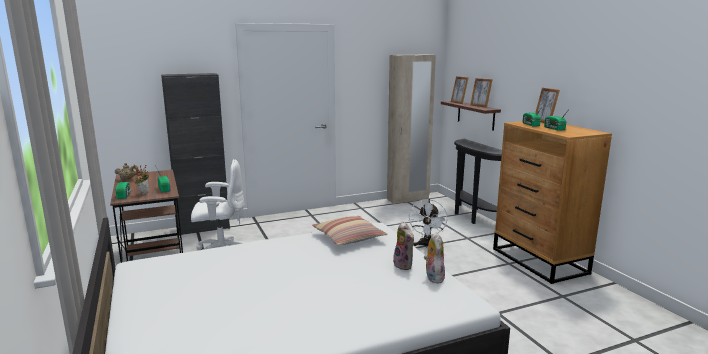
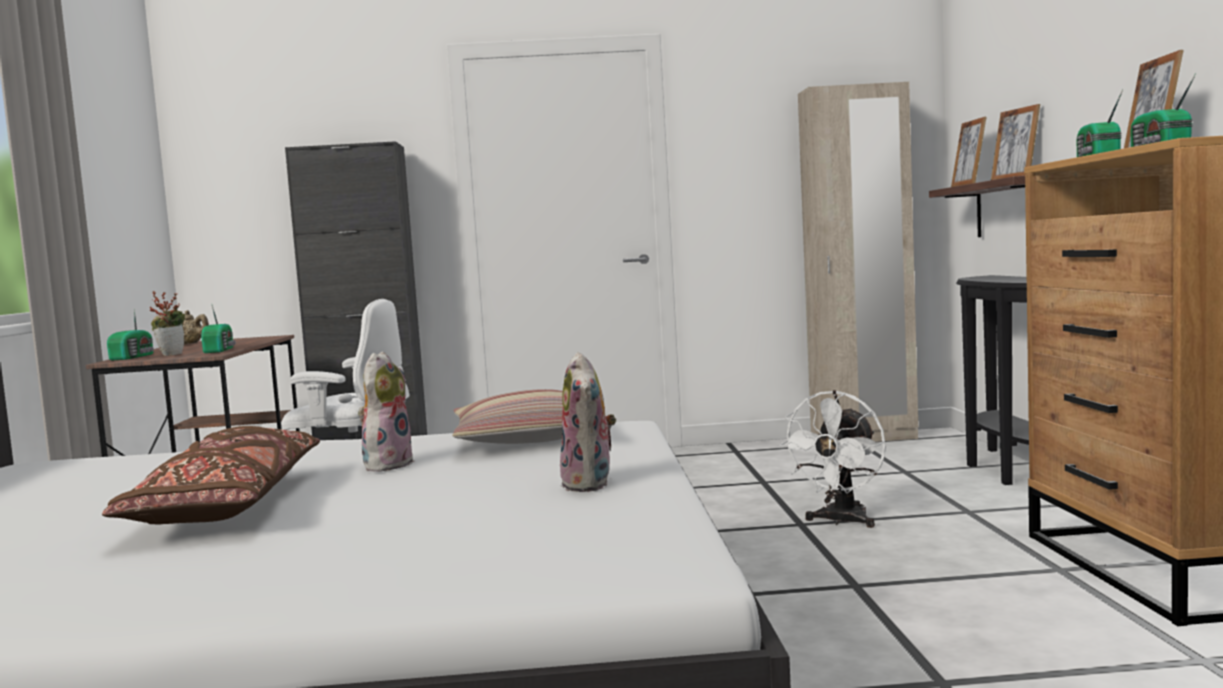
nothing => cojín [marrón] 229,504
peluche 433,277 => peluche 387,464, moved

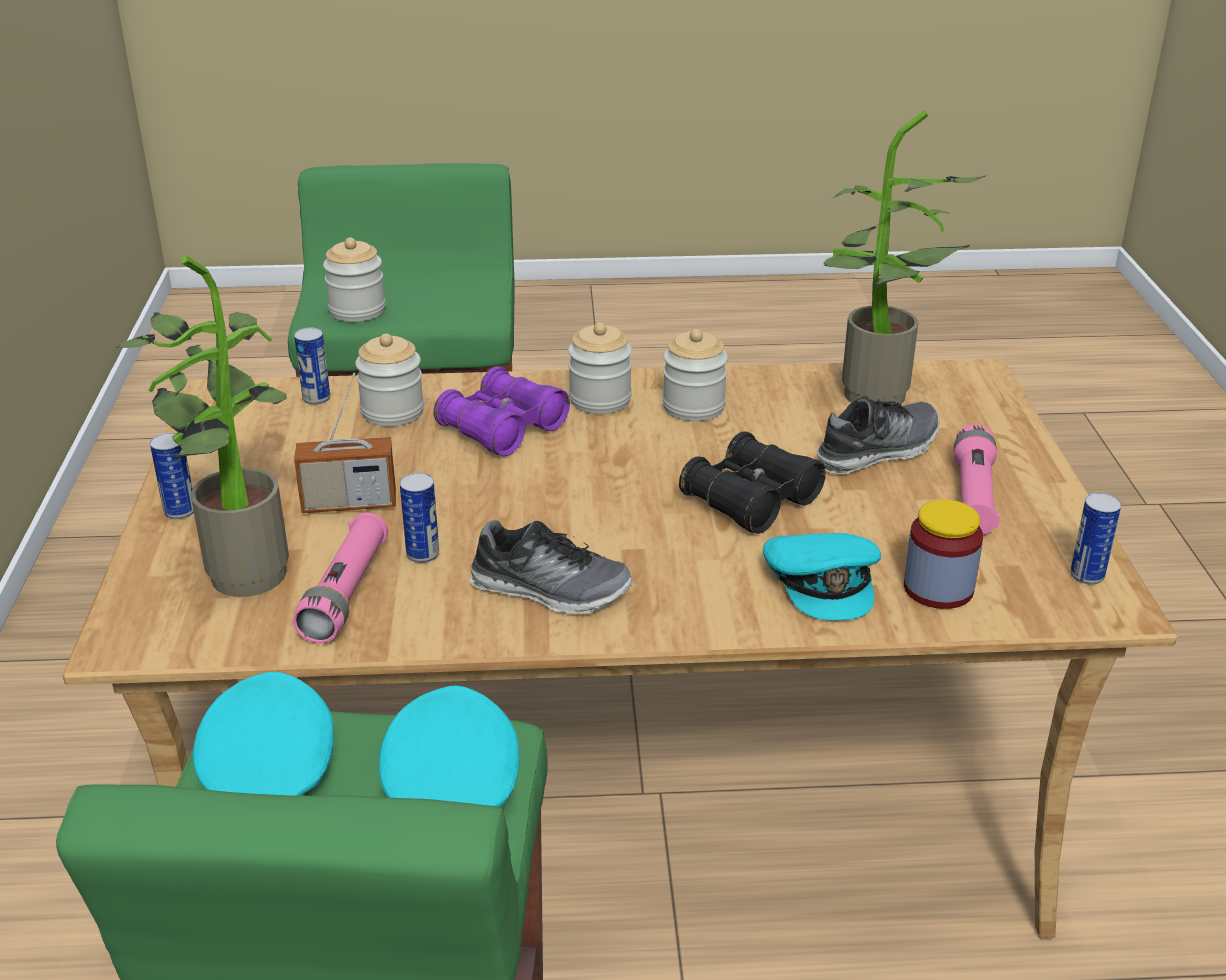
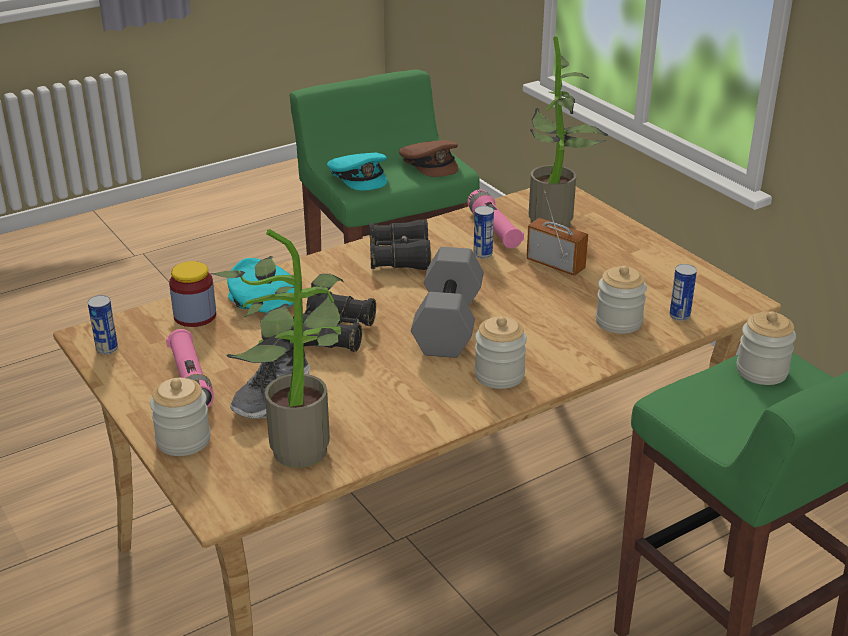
lata 180,511 => nothing
prismáticos [morado] 503,428 => nothing
nothing => mancuerna [gris] 450,324
tarro 693,407 => tarro 183,440, moved
zapato 550,590 => prismáticos [negro] 400,257
gorra [turquesa] 268,766 => gorra [marrón] 430,164
radio 349,504 => radio 555,264, 75 degrees clockwise

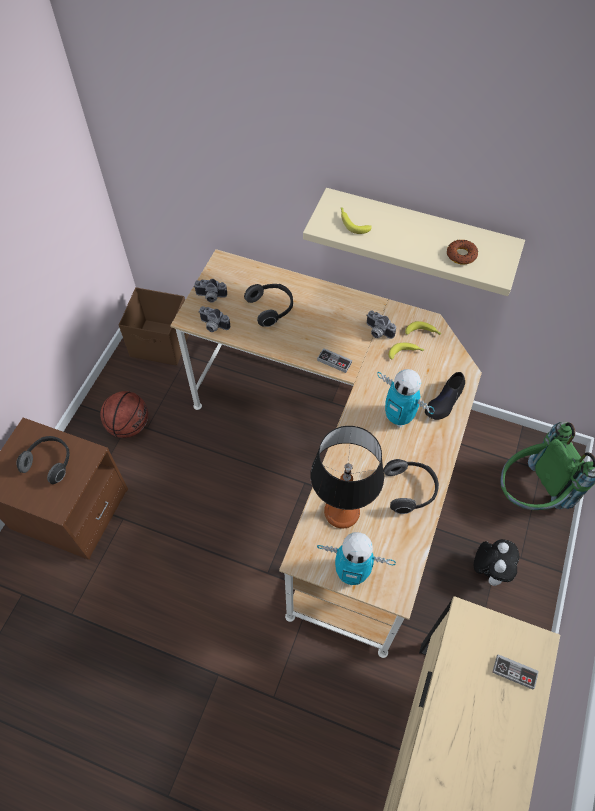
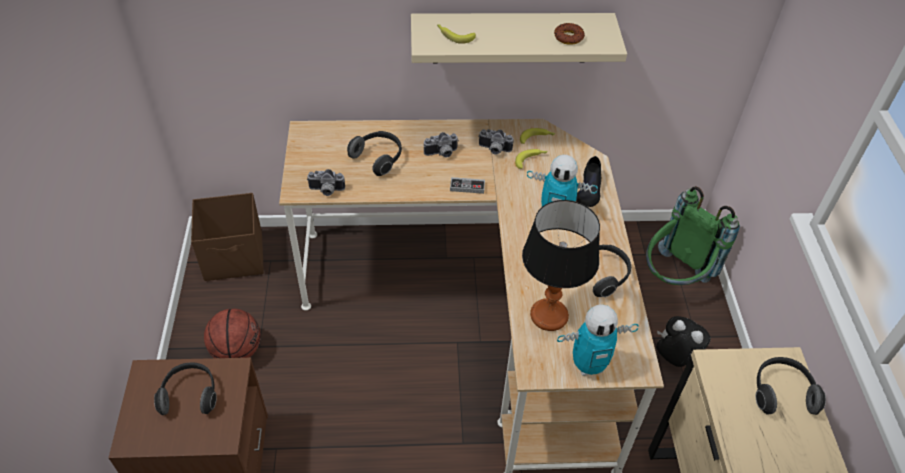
cámara 210,297 => cámara 442,154, moved
mando de consola 514,672 => auriculares 781,393
peluche 489,570 => peluche 674,358, 45 degrees counterclockwise

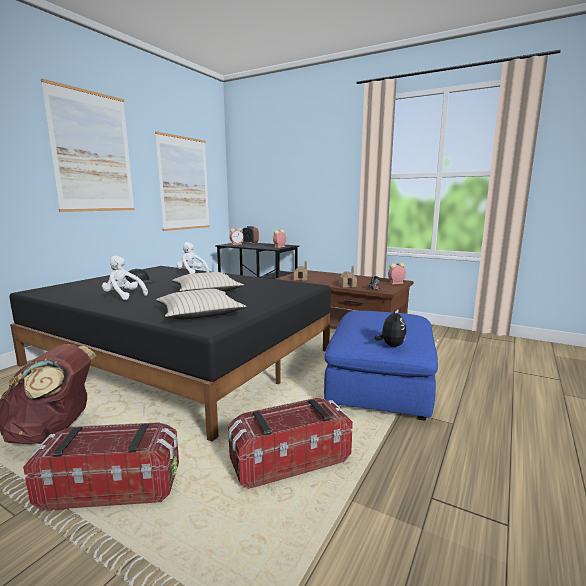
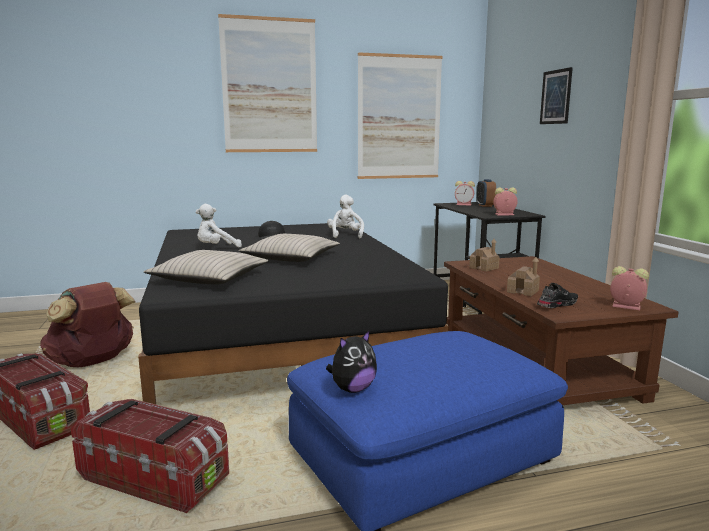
nothing => cuadro 555,97
peluche [blanco] 123,296 => peluche [blanco] 216,248, 105 degrees counterclockwise

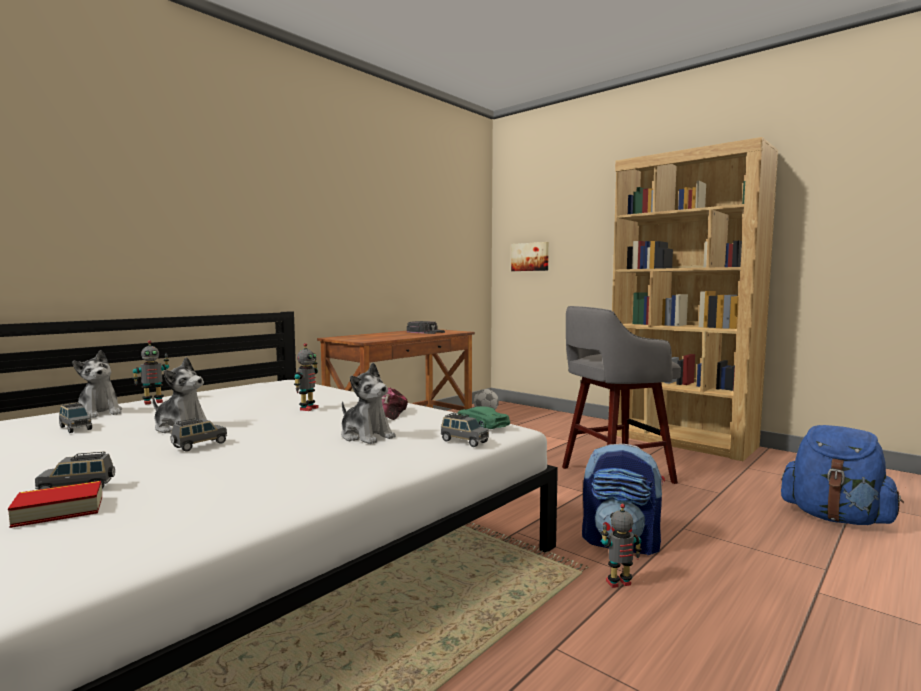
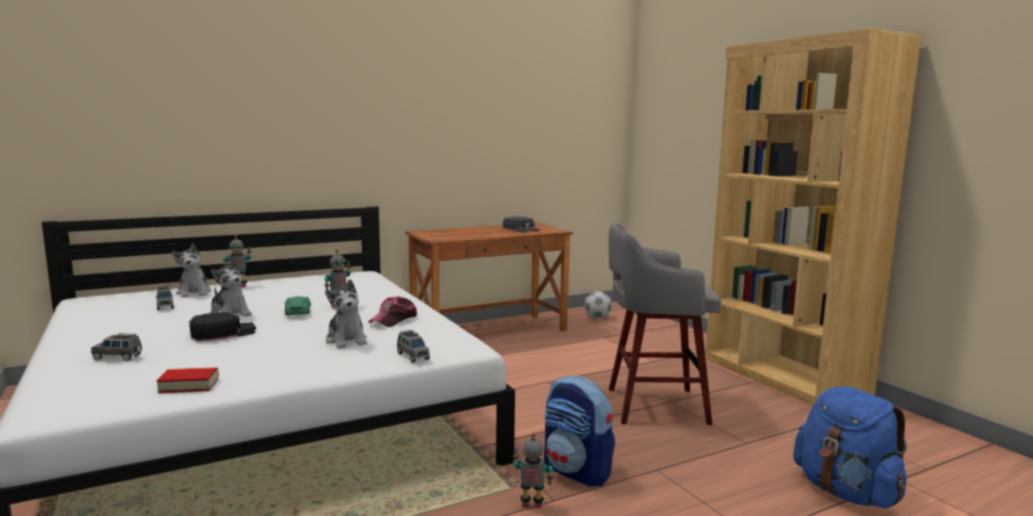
cuadro 530,257 => nothing
libro 59,511 => libro 189,385, moved
coche de juguete [verde] 481,424 => coche de juguete [verde] 297,310, moved
coche de juguete [gris] 199,445 => gorra [negro] 223,332

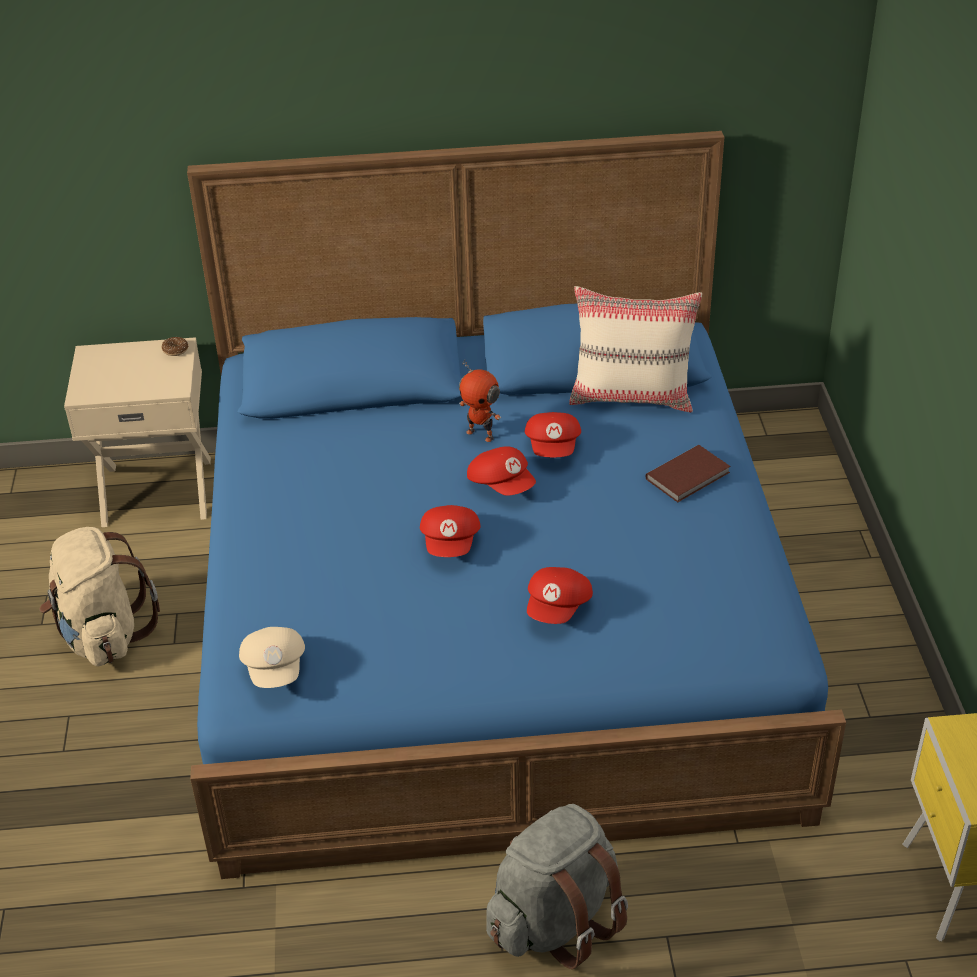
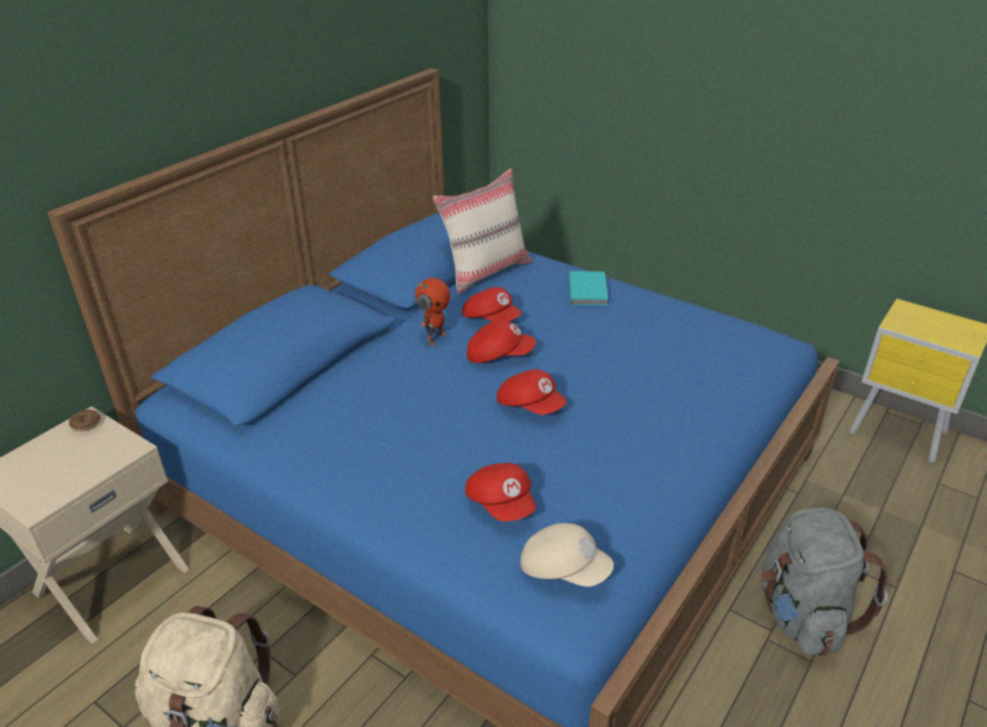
gorra [rojo] 558,608 => gorra [rojo] 502,504, moved
libro [marrón] 689,476 => libro [turquesa] 589,290
robot de juguete 481,434 => robot de juguete 435,338, 45 degrees counterclockwise

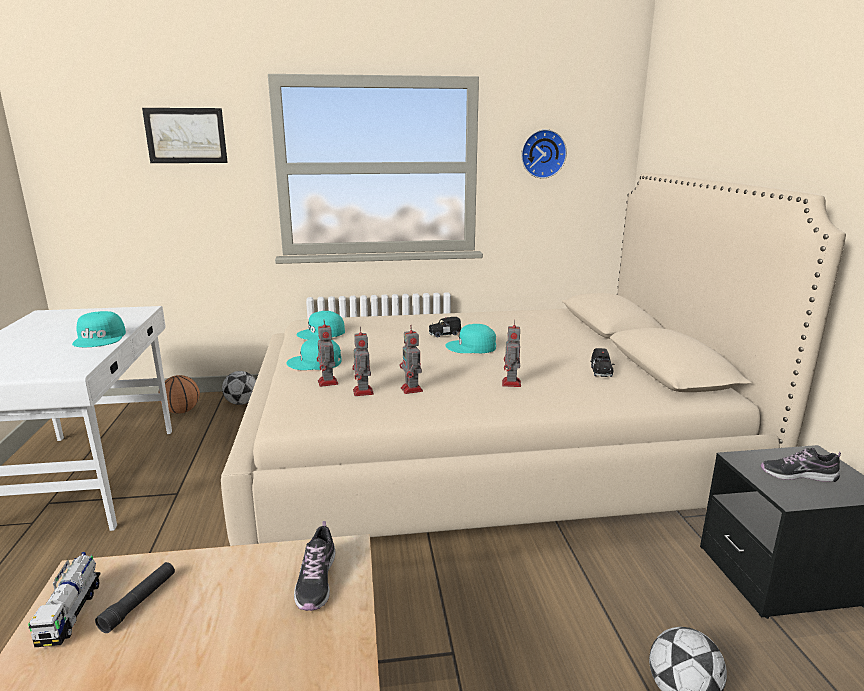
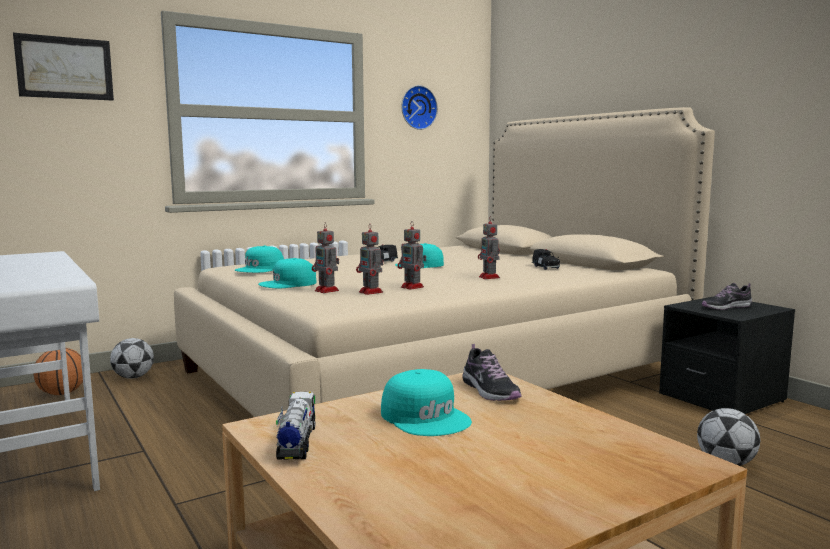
linterna [negro] 139,602 => nothing
gorra [turquesa] 101,338 => gorra [turquesa] 426,417, moved
camión de juguete 71,612 => camión de juguete 297,442, 150 degrees counterclockwise

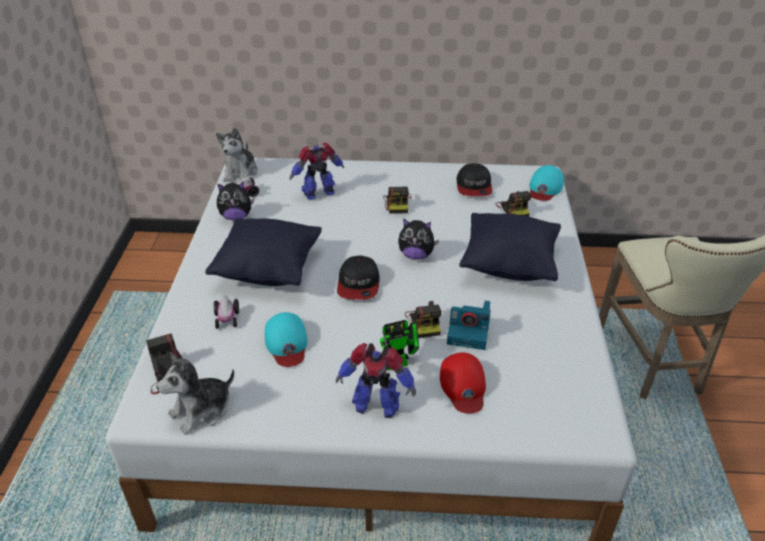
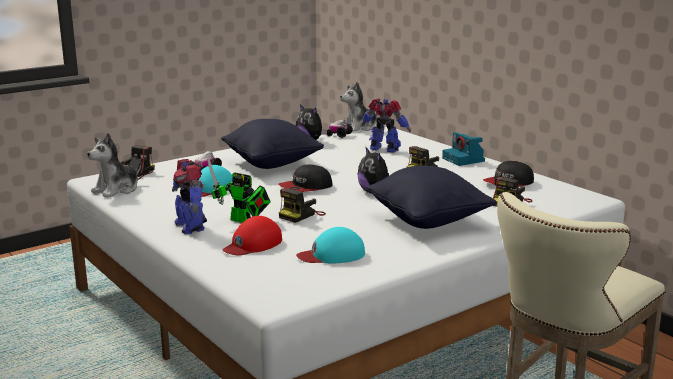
cámara 469,332 => cámara 464,160, moved
gorra [turquesa] 545,188 => gorra [turquesa] 332,255, moved
peluche 202,410 => peluche 117,190, 60 degrees counterclockwise

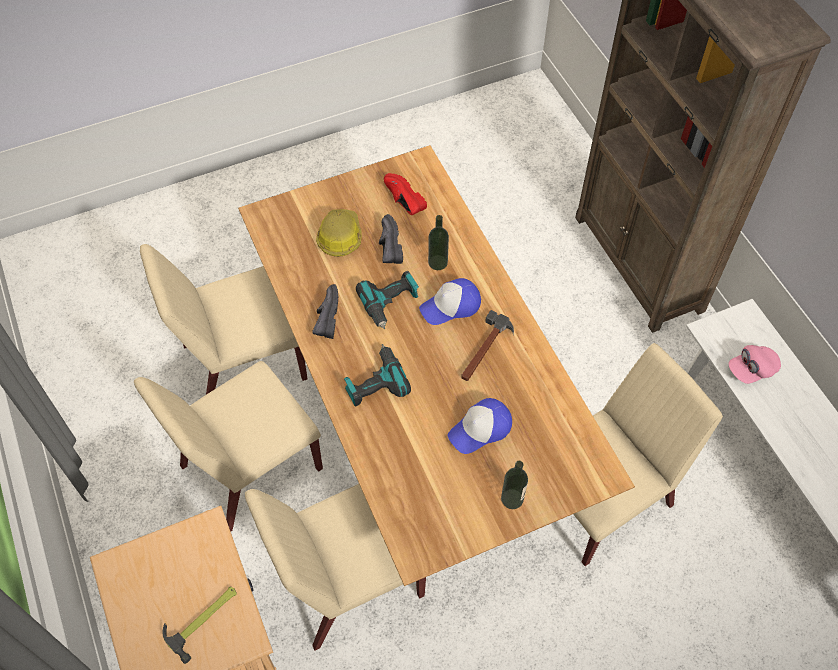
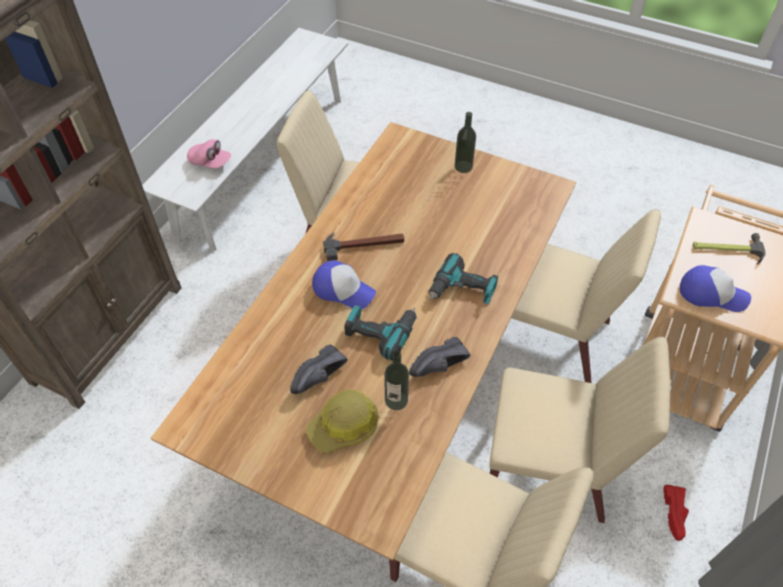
zapato [rojo] 401,202 => zapato [rojo] 676,514, moved
botella 437,262 => botella 396,400, moved
gorra 480,429 => gorra 712,294, moved

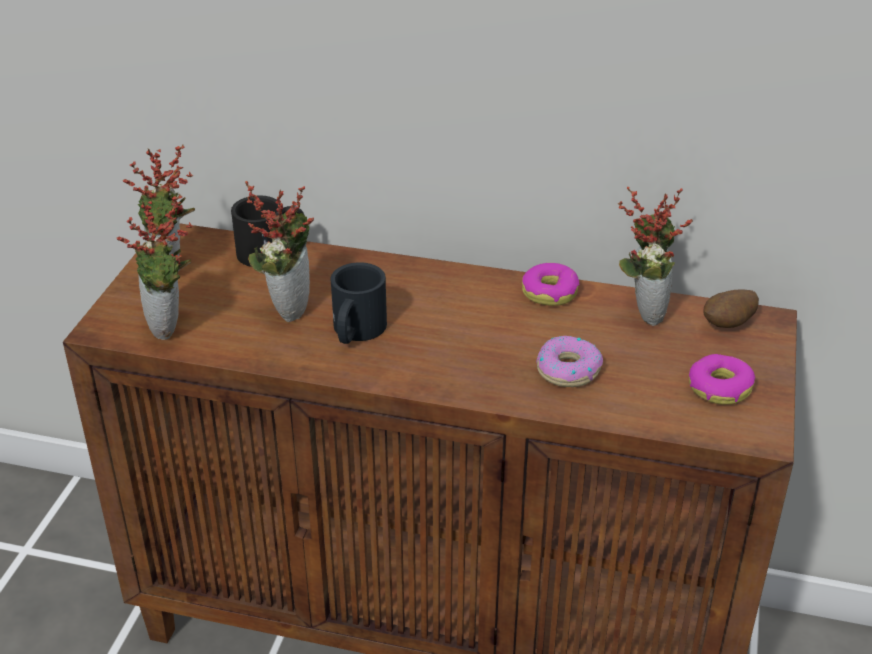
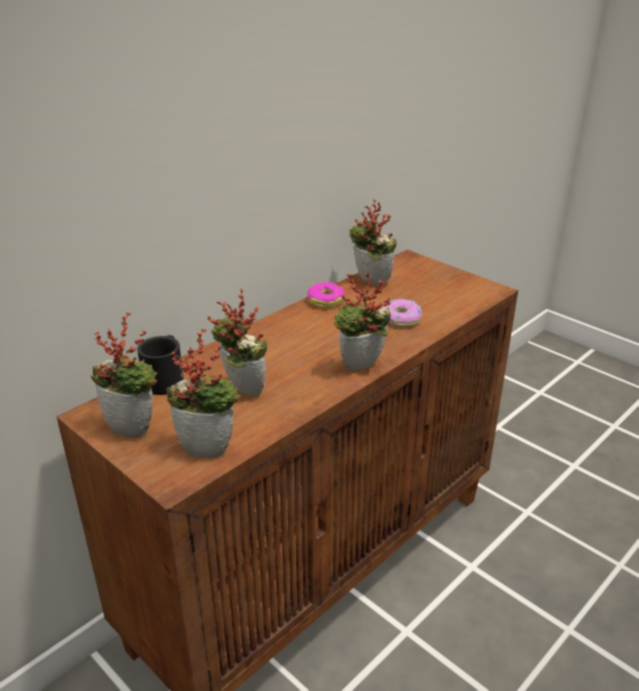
taza grande [negro] 356,332 => nothing
rosquilla 719,388 => nothing
patata 728,325 => nothing
nothing => planta en maceta 361,368

